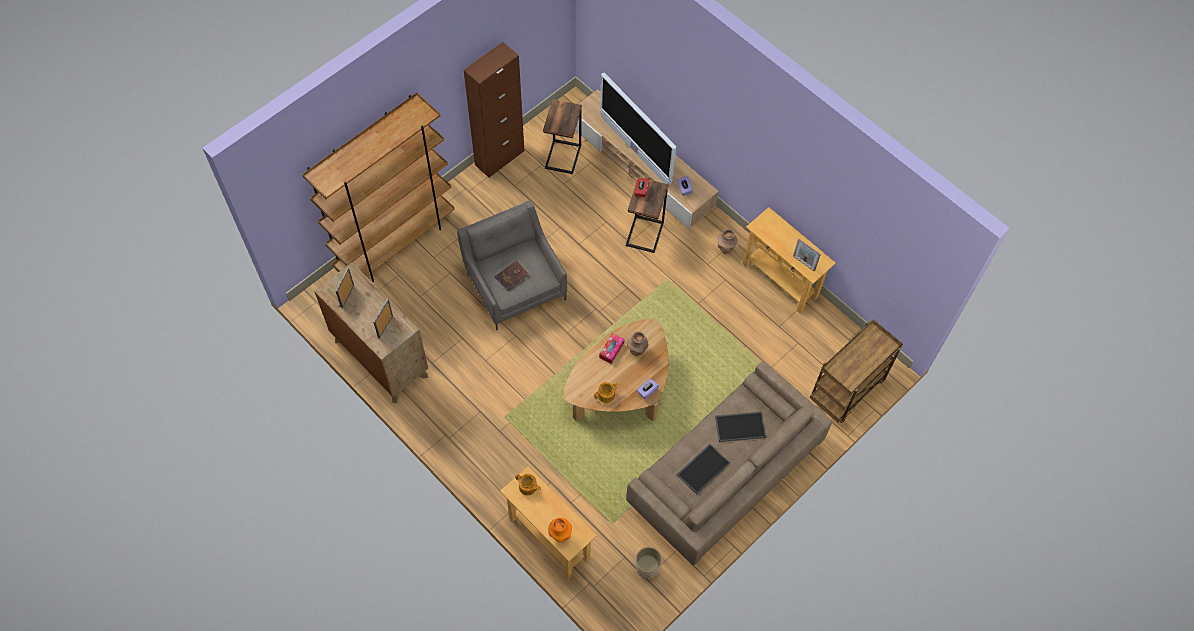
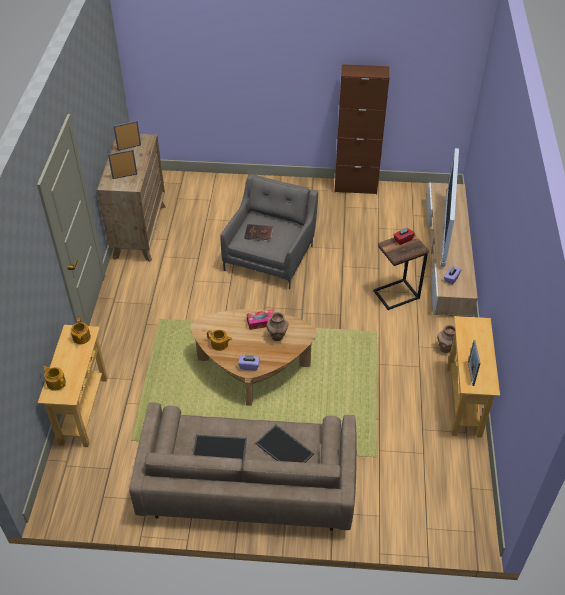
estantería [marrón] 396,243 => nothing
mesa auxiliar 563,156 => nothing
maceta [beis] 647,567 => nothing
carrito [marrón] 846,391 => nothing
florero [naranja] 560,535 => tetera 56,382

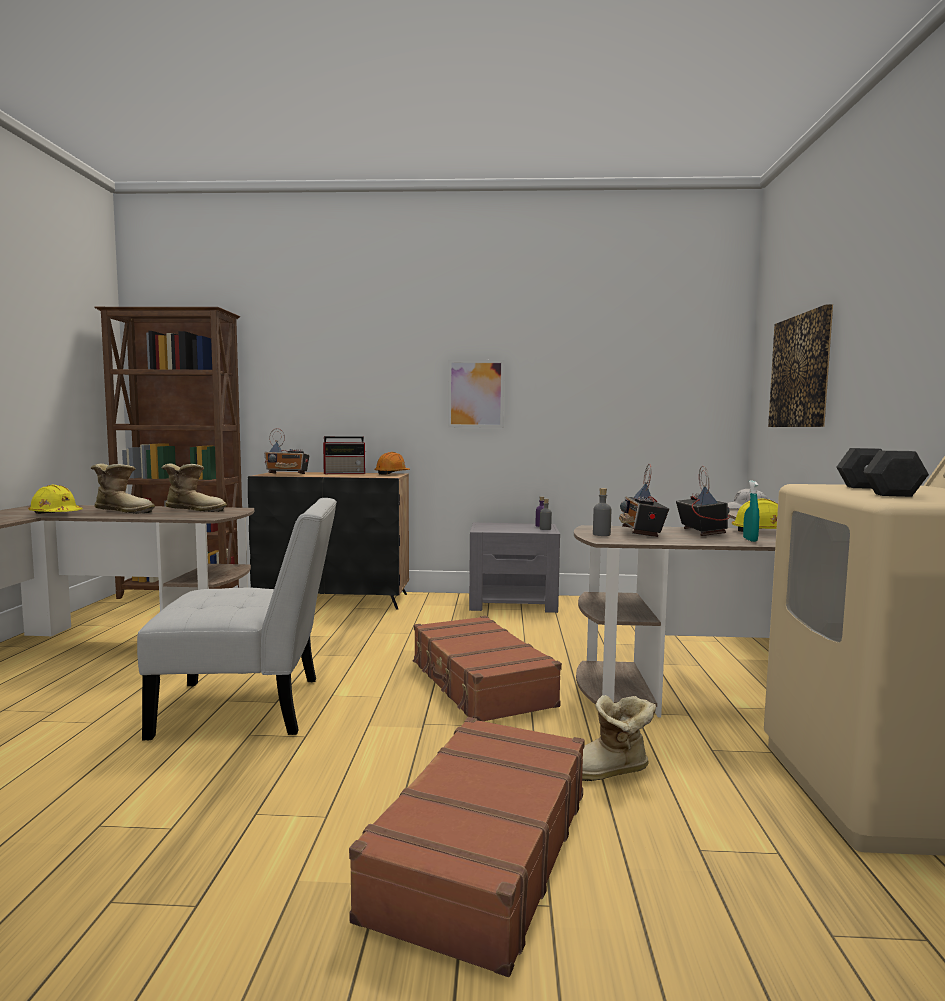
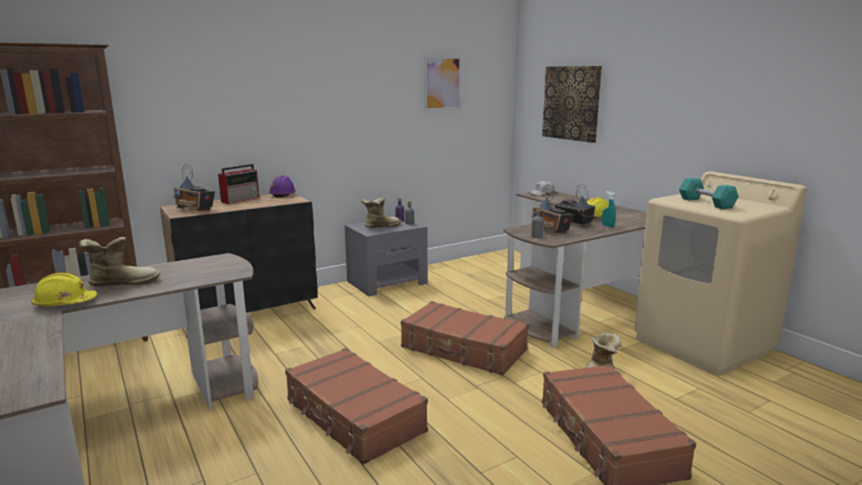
bota 195,510 => bota 380,226, moved
cuadro 476,393 => cuadro 442,83, moved
silla [blanco] 250,707 => maleta [marrón] 353,416
casco [naranja] 392,474 => casco [morado] 283,195
mancuerna [gris] 876,491 => mancuerna [turquesa] 706,203
radio 287,474 => radio 195,209, 60 degrees clockwise

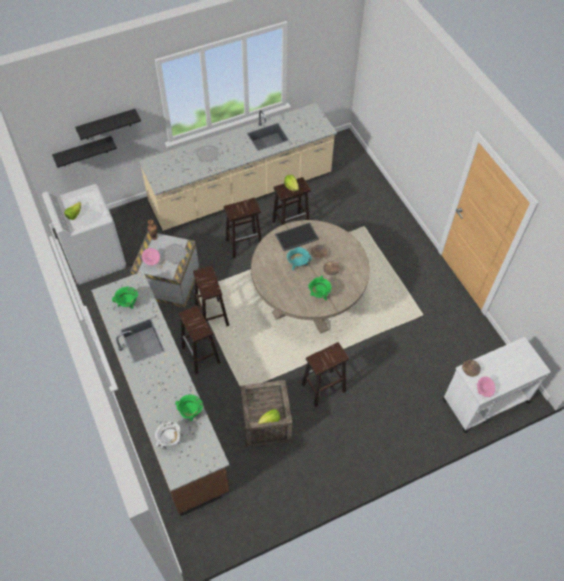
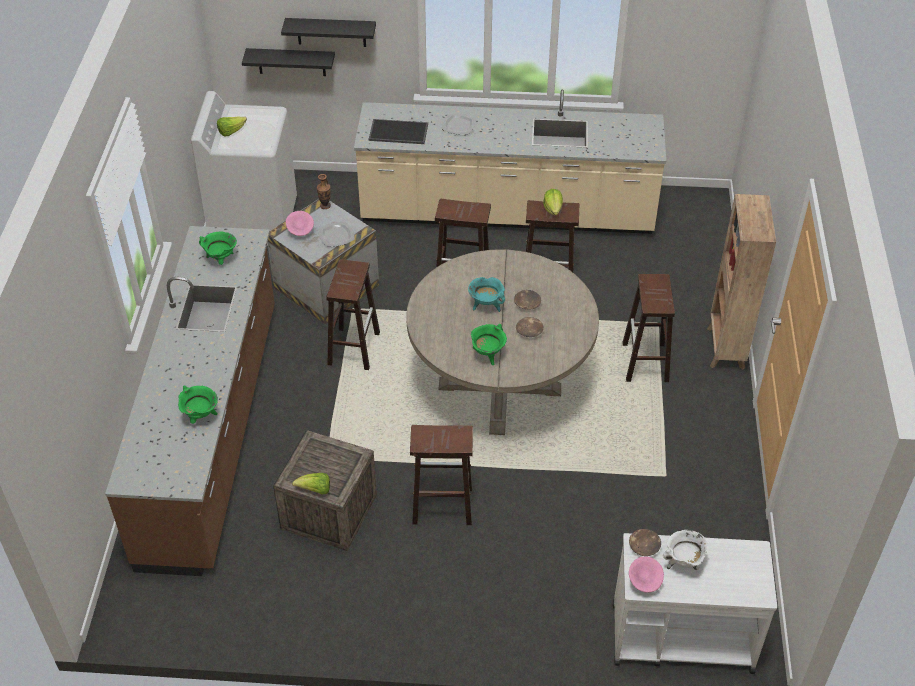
nothing => estantería [marrón] 725,349
olla [blanco] 170,440 => olla [blanco] 683,563, moved
taburete [marrón] 201,355 => taburete [marrón] 645,363, moved
bandeja 296,237 => bandeja 397,132, moved

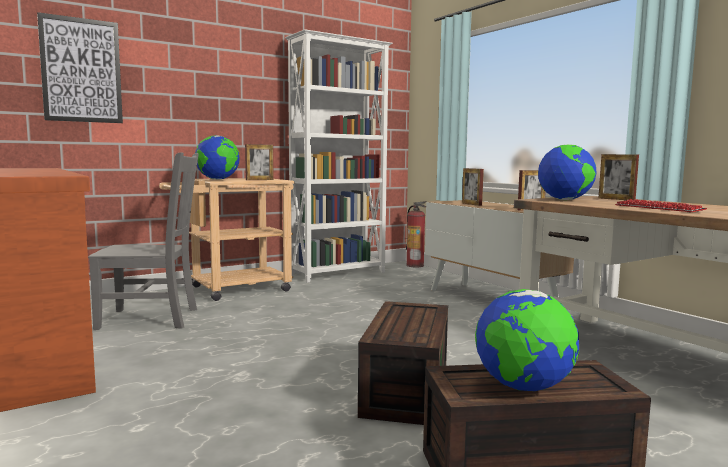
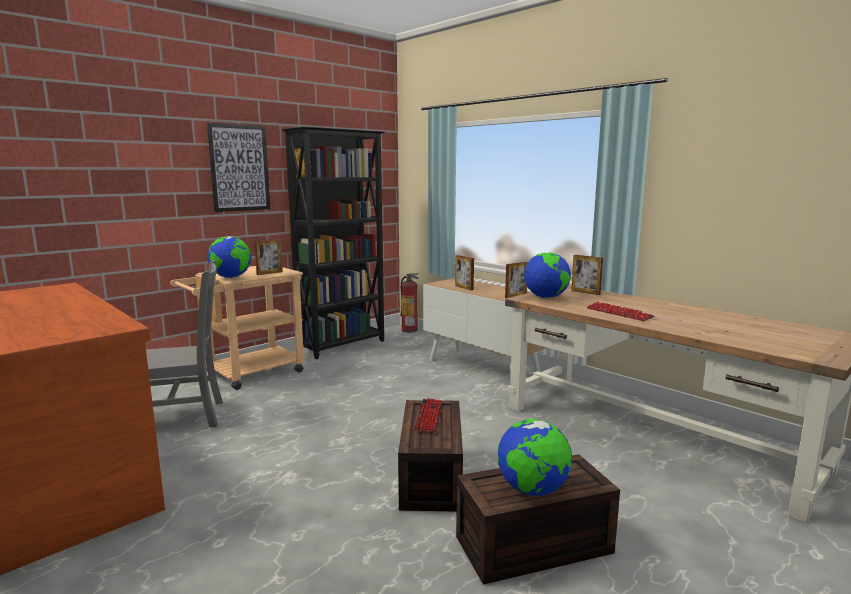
nothing => teclado 429,416
cuadro 81,70 => cuadro 239,168, moved
estantería [blanco] 339,274 => estantería [negro] 343,346

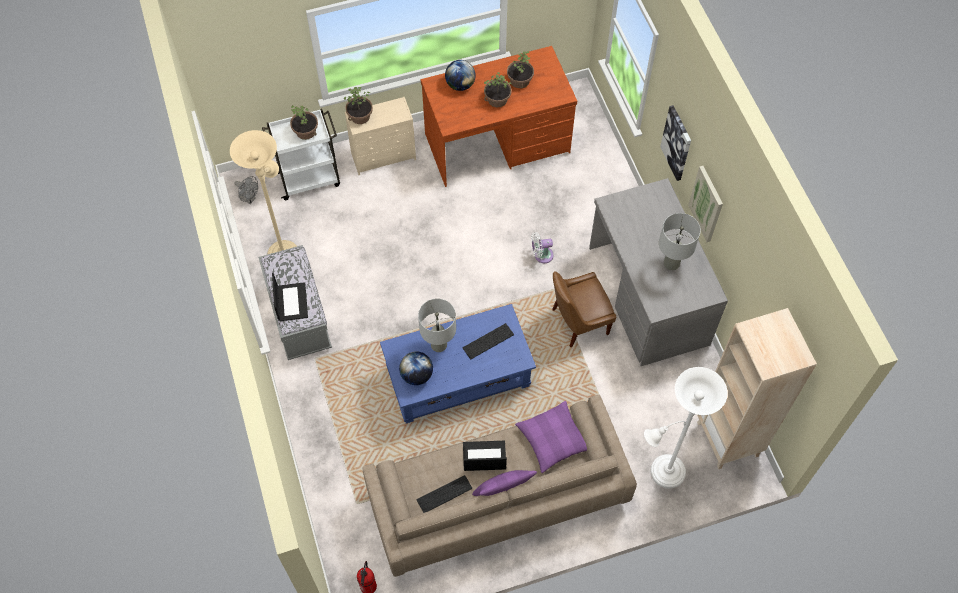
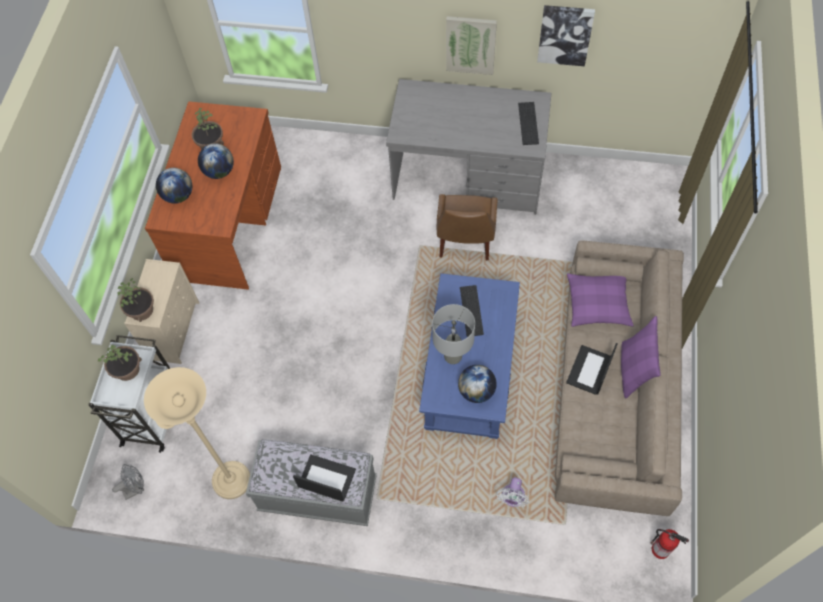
lámpara de pie [blanco] 663,473 => nothing
lámpara de mesa [gris] 671,263 => nothing
estantería [beis] 728,439 => nothing
teclado 444,495 => teclado 529,124, moved
ventilador [blanco] 541,255 => ventilador [blanco] 512,498, moved
cuadro 677,143 => cuadro 565,34, moved
planta en maceta 497,99 => globo terráqueo 219,171

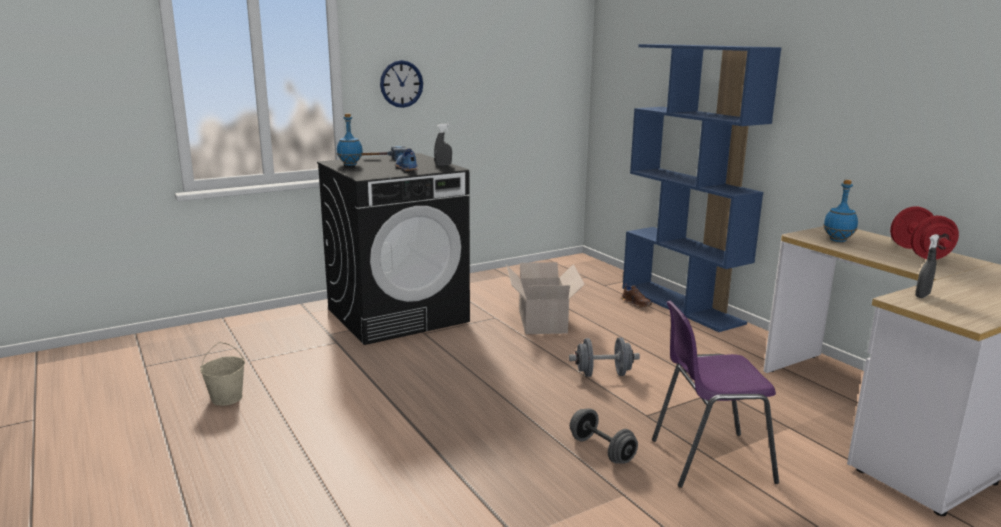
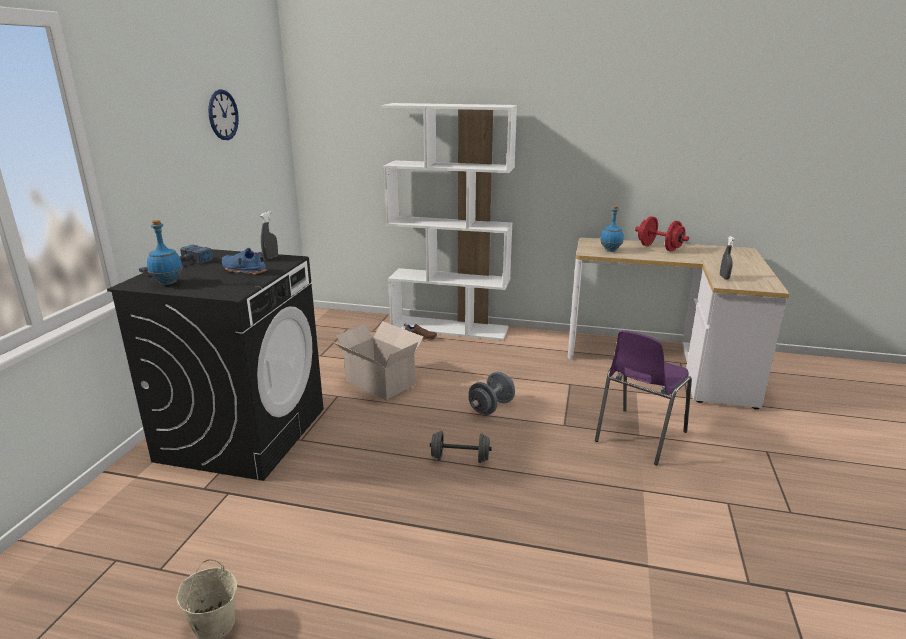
reloj de pared 401,84 => reloj de pared 223,115, moved
mancuerna [gris] 602,450 => mancuerna [gris] 460,458, moved
estantería [azul] 681,305 => estantería [blanco] 450,328

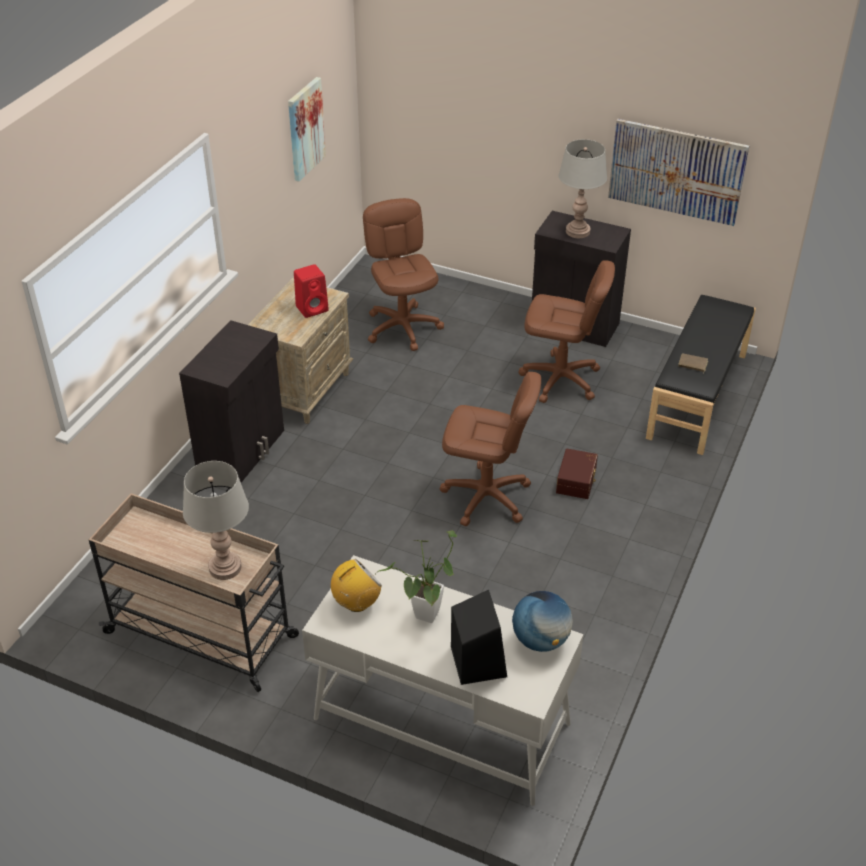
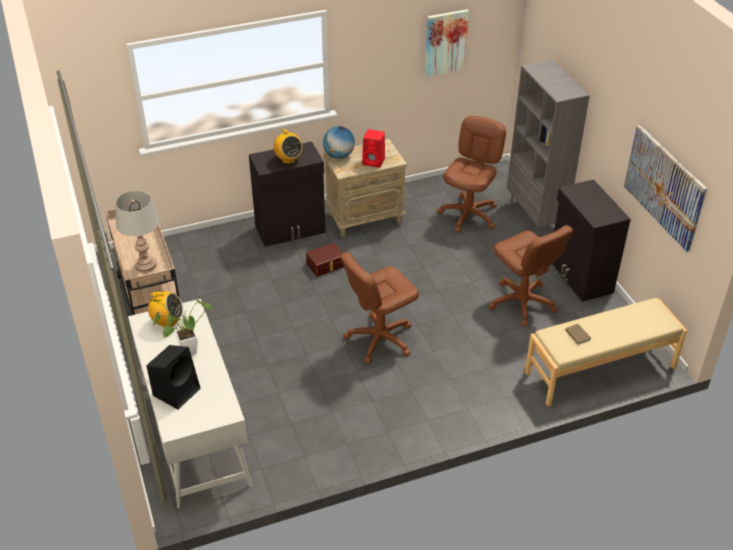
lámpara de mesa [gris] 577,232 => nothing
nothing => radio 288,159
nothing => estantería [gris] 535,217
globo terráqueo 540,640 => globo terráqueo 339,155, moved
caja de almacenaje [marrón] 577,481 => caja de almacenaje [marrón] 326,265, moved
banco [negro] 698,396 => banco [beis] 600,370
silla de oficina [marrón] 486,497 => silla de oficina [marrón] 379,339, 90 degrees clockwise

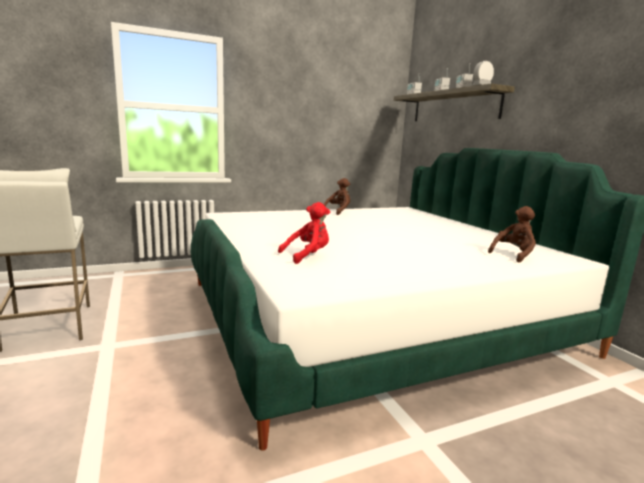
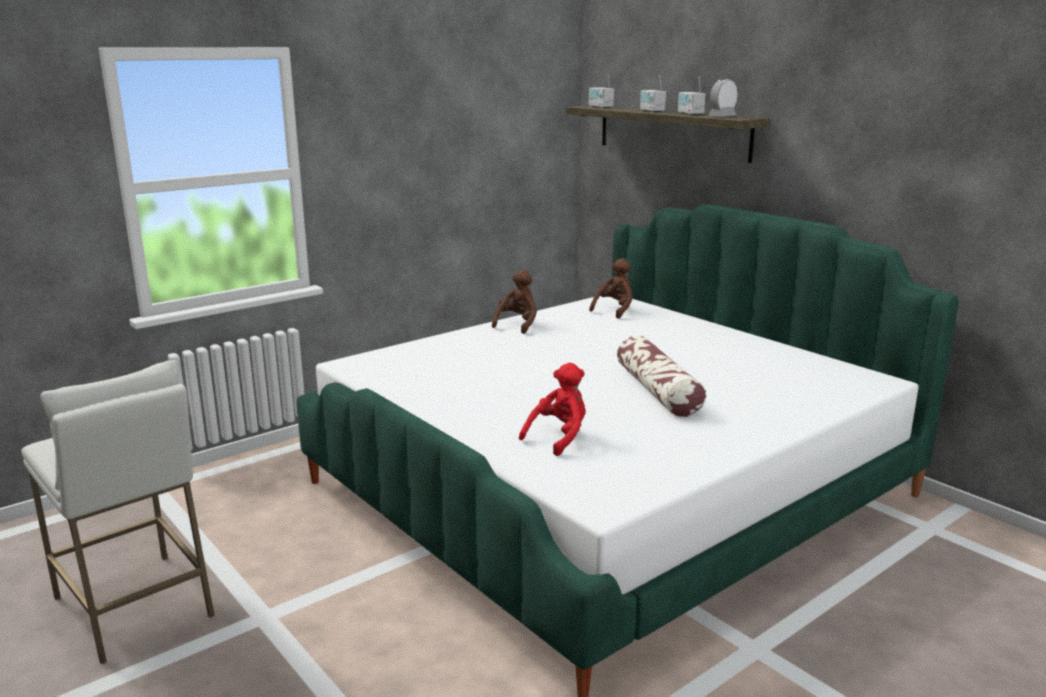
nothing => cojín 658,391
peluche [marrón] 513,255 => peluche [marrón] 614,310, moved

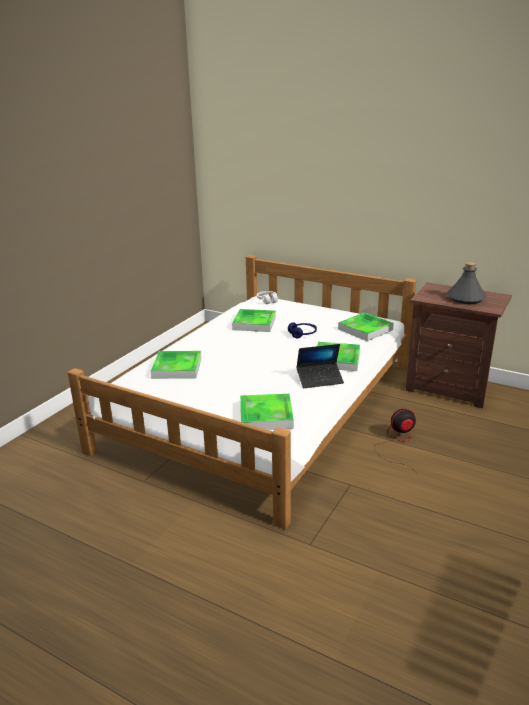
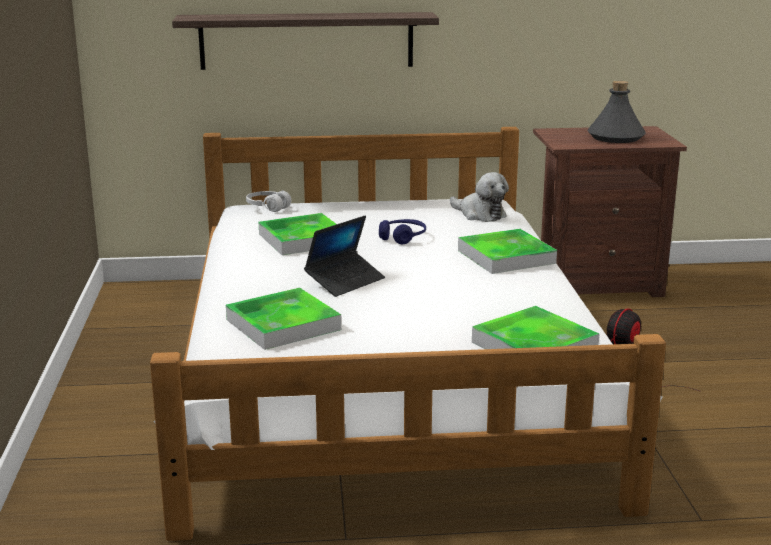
nothing => estante 306,40
portátil 320,379 => portátil 345,281, moved
bandeja 365,329 => peluche 479,214

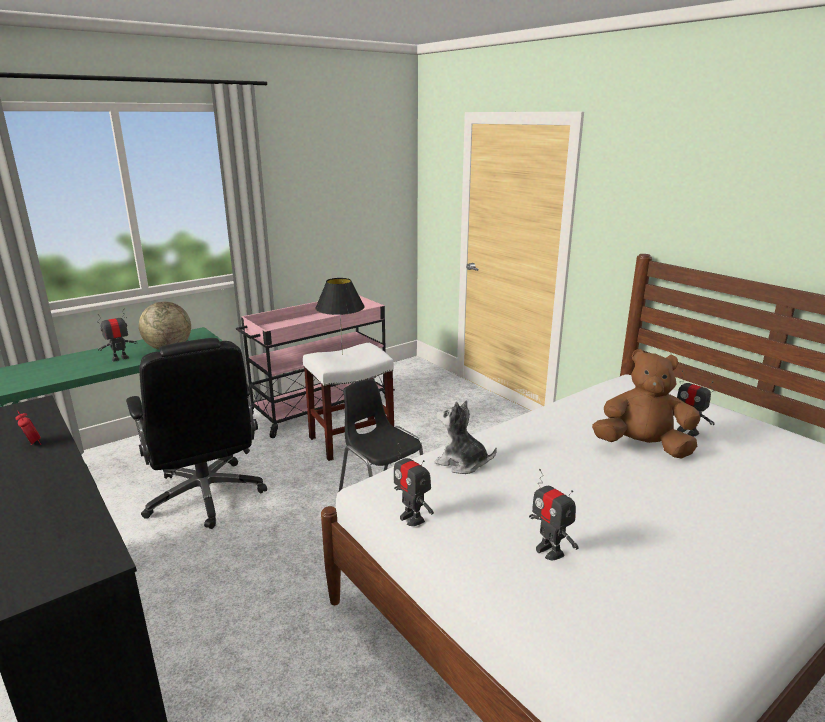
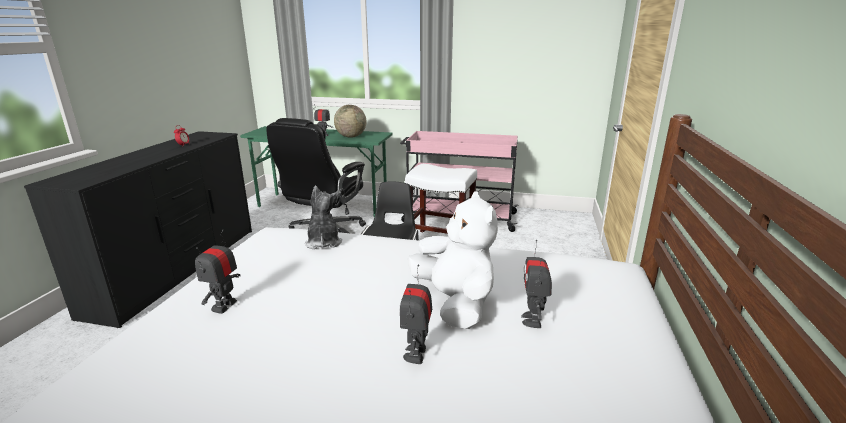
lámpara de mesa [negro] 342,354 => nothing
robot de juguete 412,518 => robot de juguete 416,354, moved
peluche [marrón] 642,447 => peluche [blanco] 455,303

